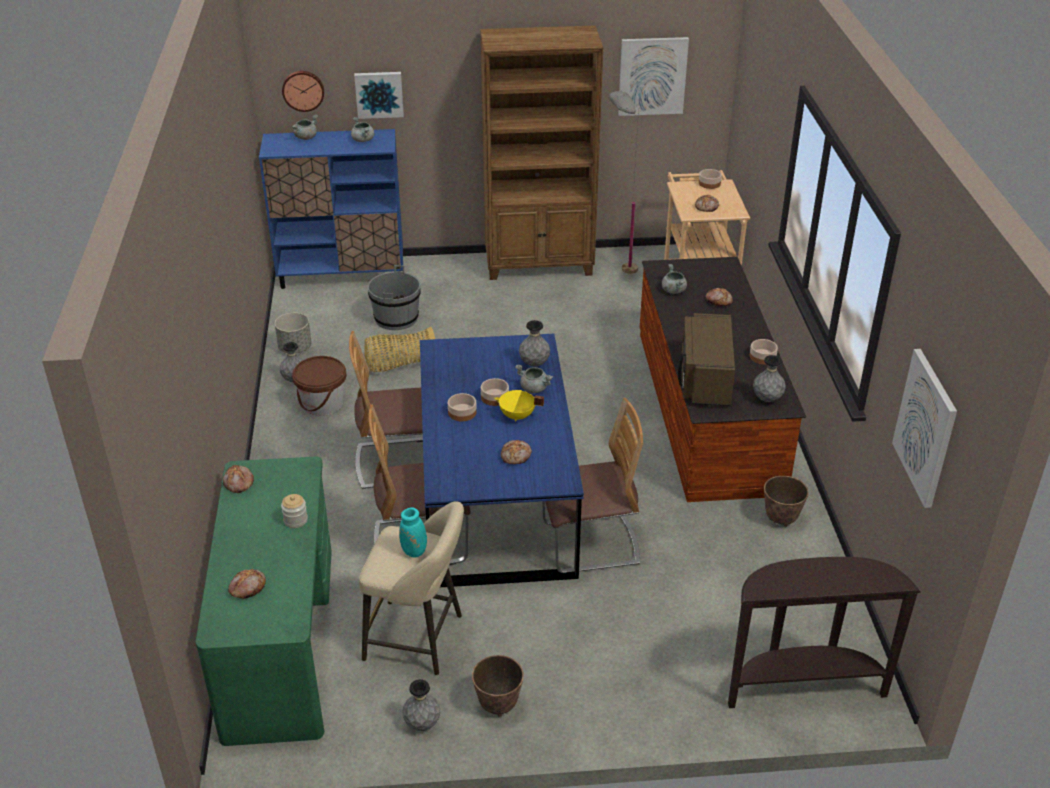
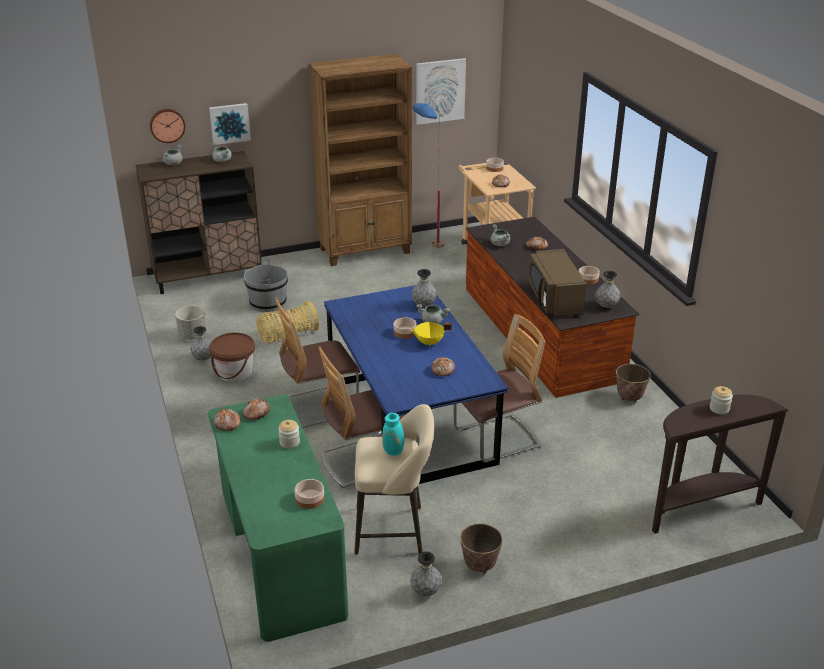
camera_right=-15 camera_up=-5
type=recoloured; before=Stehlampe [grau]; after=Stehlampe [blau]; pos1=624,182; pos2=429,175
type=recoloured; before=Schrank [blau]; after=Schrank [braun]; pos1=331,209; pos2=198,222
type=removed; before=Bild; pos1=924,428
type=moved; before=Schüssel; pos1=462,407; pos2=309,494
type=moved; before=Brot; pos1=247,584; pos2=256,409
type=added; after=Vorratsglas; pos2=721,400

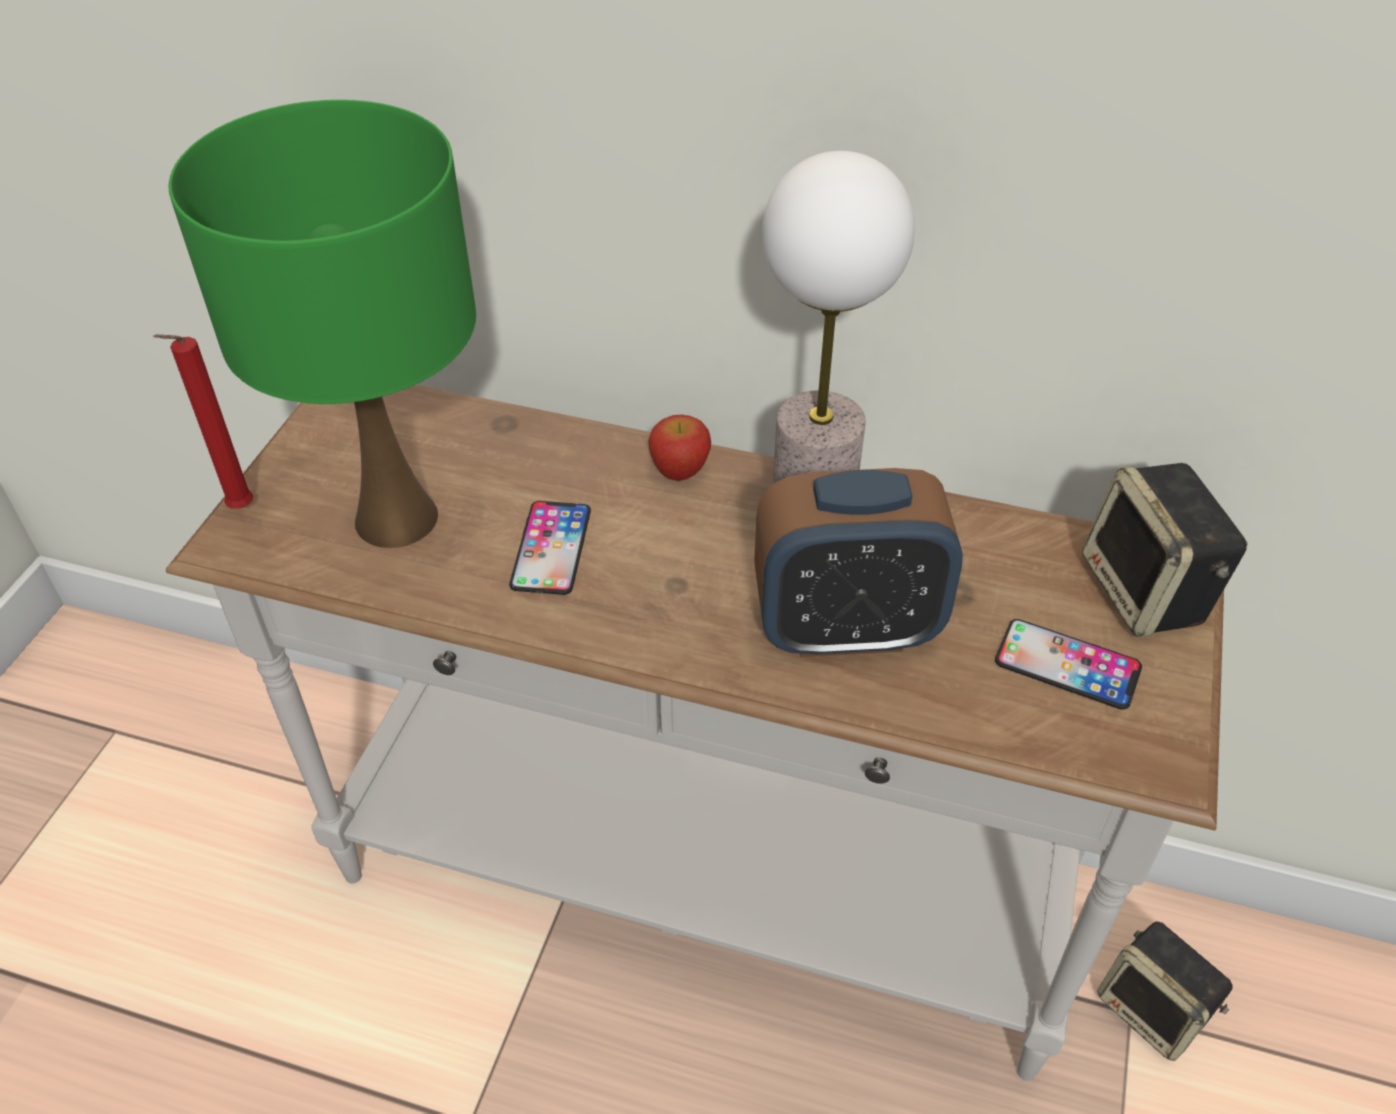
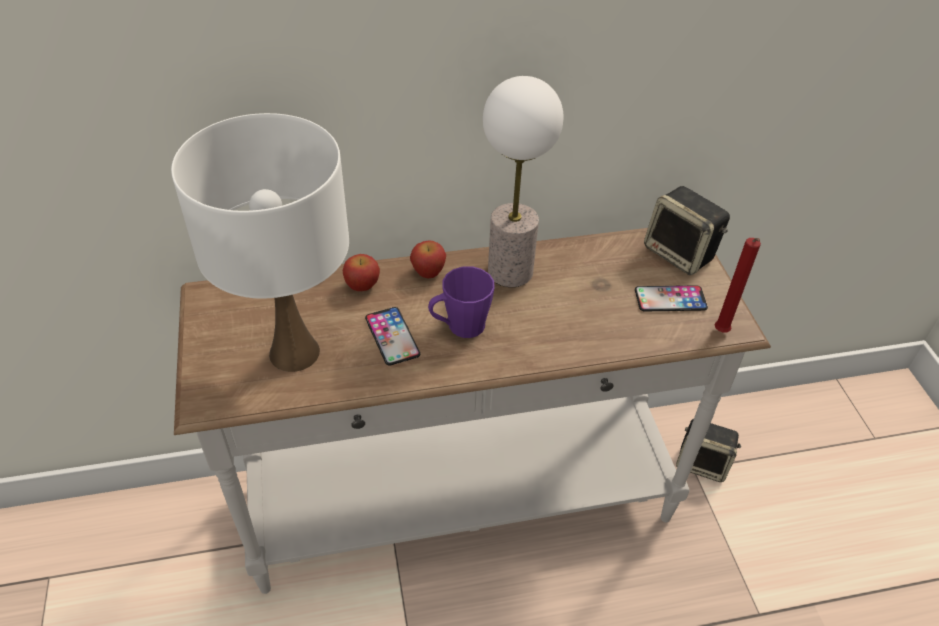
camera_right=-30 camera_up=0
type=recoloured; before=Tischlampe [grün]; after=Tischlampe [weiß]; pos1=322,324; pos2=260,242
type=moved; before=Kerze [rot]; pos1=203,421; pos2=738,285
type=removed; before=Wecker; pos1=858,562
type=added; after=Apfel; pos2=361,272
type=added; after=Henkelbecher [lila]; pos2=461,302

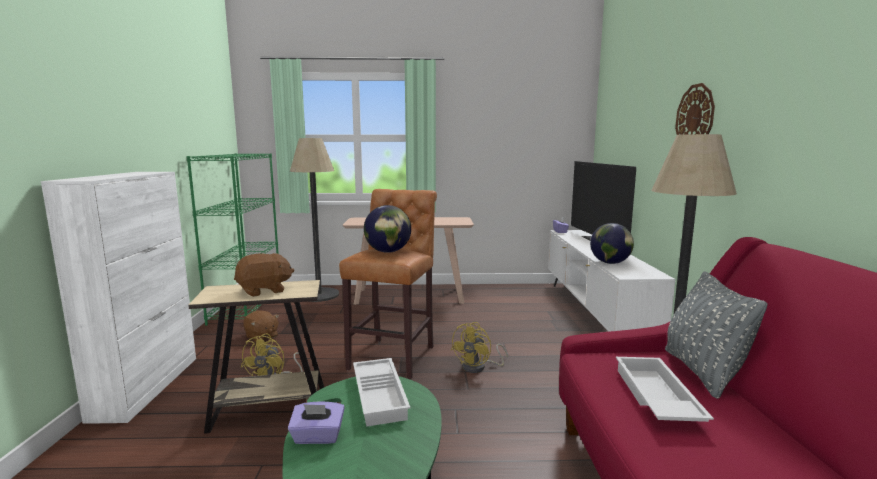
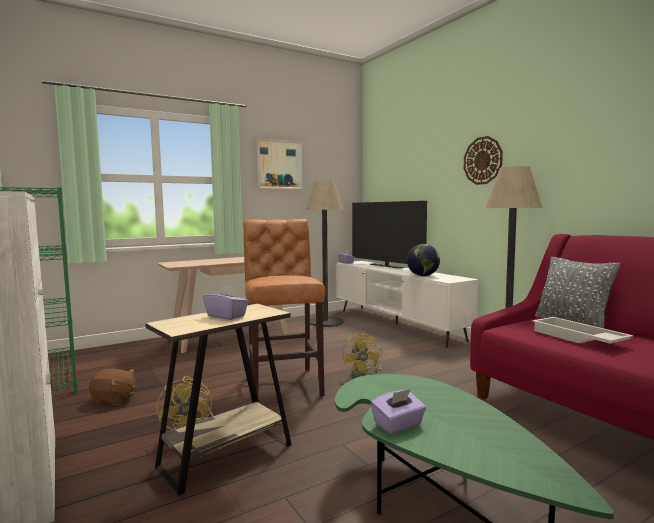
camera_right=-30 camera_up=-5
type=moved; before=Stehlampe; pos1=314,220; pos2=325,253
type=removed; before=Globus; pos1=387,229
type=replaced; before=Plüschtier [braun]; after=Taschentuchbox [lila]; pos1=264,275; pos2=226,302
type=removed; before=Tablett [weiß]; pos1=381,392
type=added; after=Bild; pos2=279,163

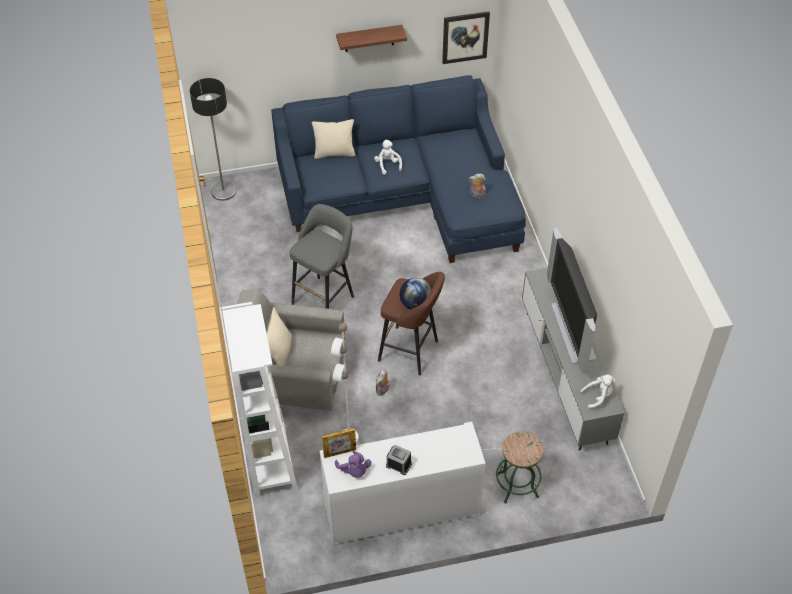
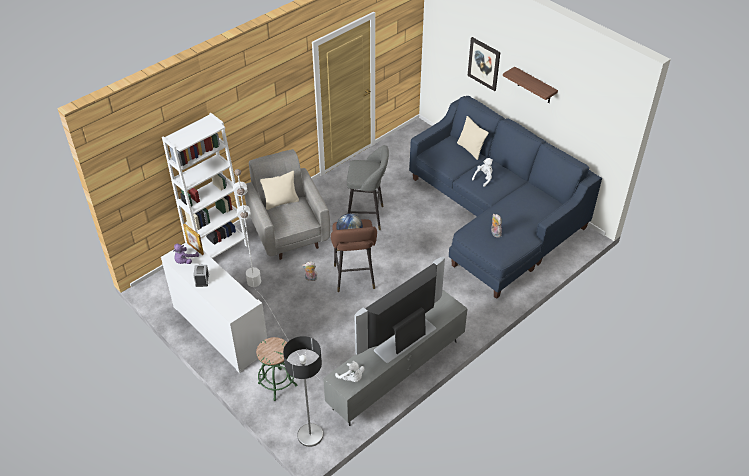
camera_right=60 camera_up=-5
type=moved; before=Bild; pos1=466,37; pos2=484,64
type=moved; before=Stehlampe; pos1=213,139; pos2=303,391

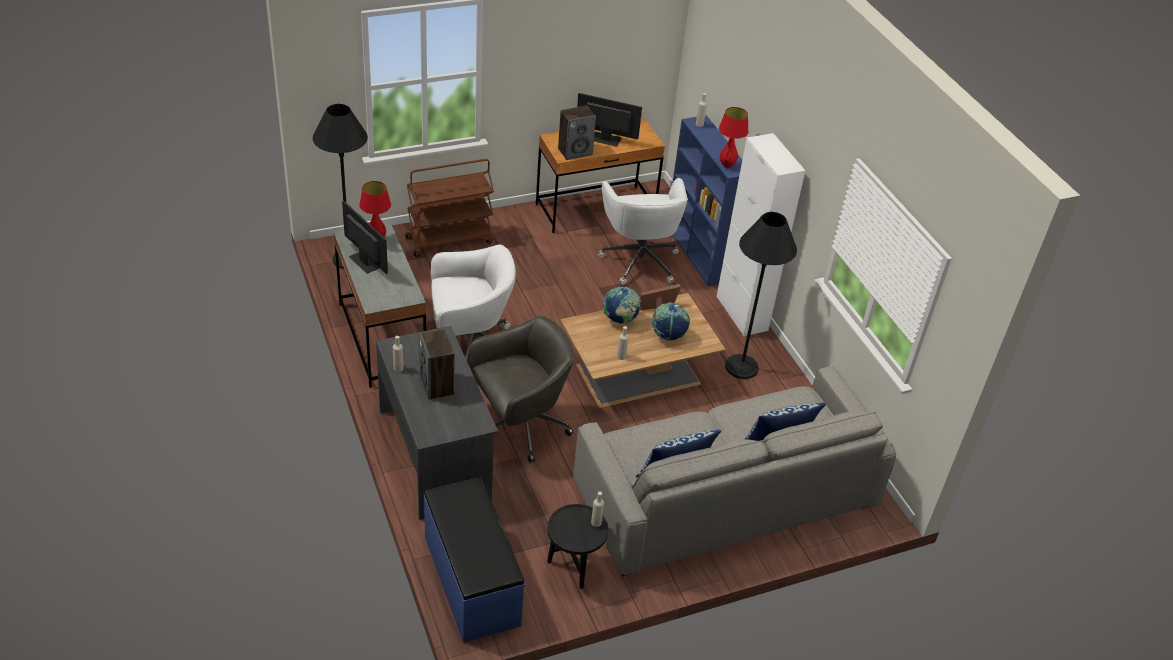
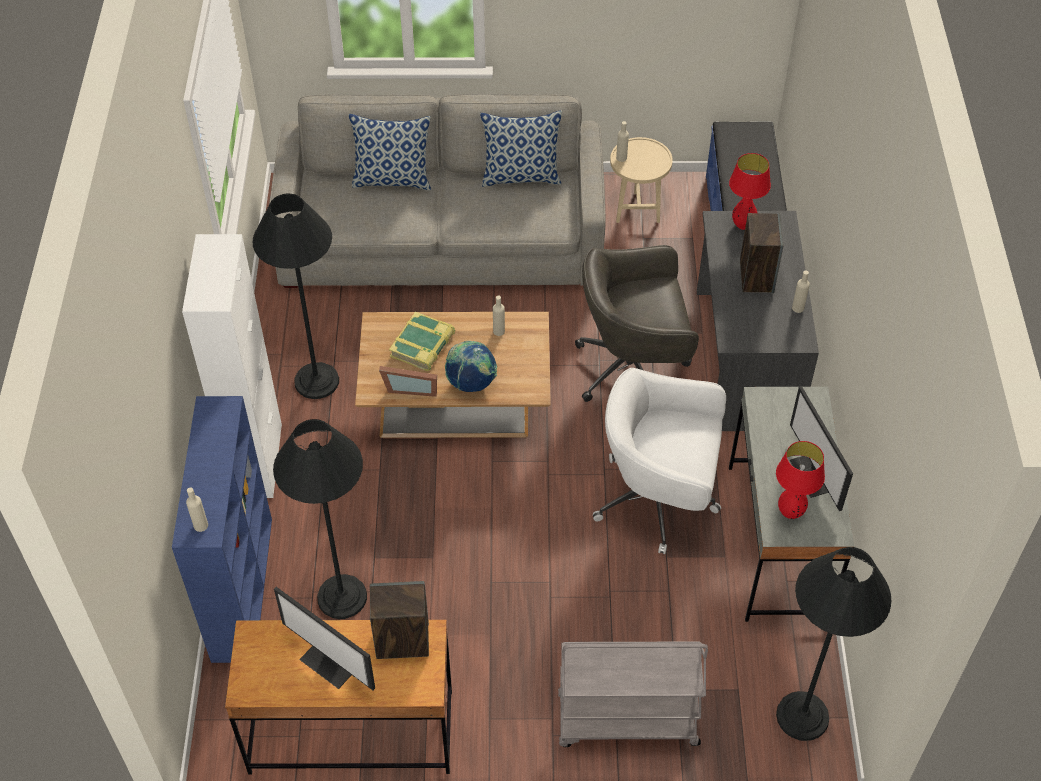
camera_right=-155 camera_up=10
type=moved; before=Tischlampe [rot]; pos1=733,137; pos2=750,191
type=recoloured; before=Rollwagen [braun]; after=Rollwagen [grau]; pos1=449,208; pos2=633,694
type=replaced; before=Bürostuhl [weiß]; after=Stehlampe [schwarz]; pos1=643,231; pos2=320,519
type=replaced; before=Globus; after=Buch; pos1=671,321; pos2=422,341
type=recoloured; before=Beistelltisch [schwarz]; after=Beistelltisch [beige]; pos1=577,546; pos2=641,180

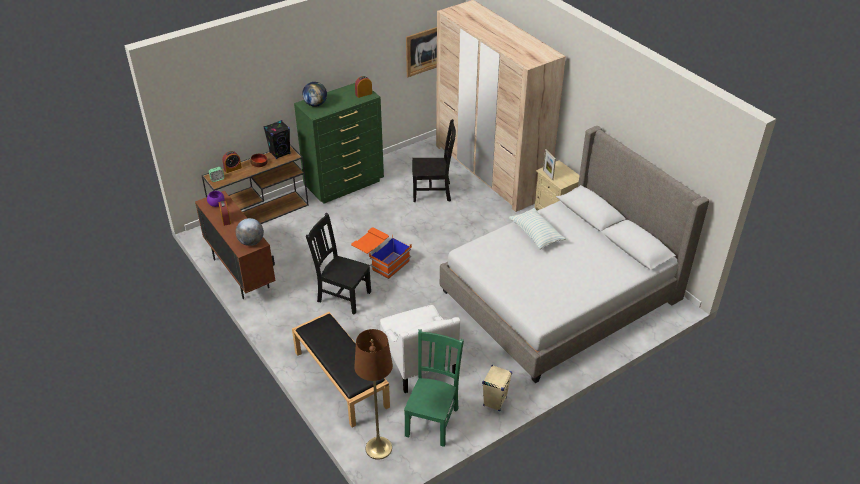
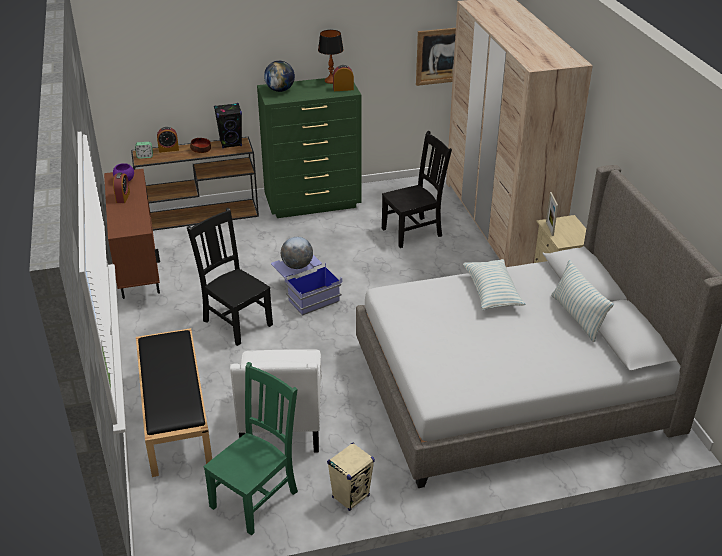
camera_right=20 camera_up=-5
type=turned; before=Stuhl [schwarz]; pos1=434,160; pos2=417,189; turn=-45
type=moved; before=Globus; pos1=250,232; pos2=297,253
type=recoloured; before=Aufbewahrungsbox [orange]; after=Aufbewahrungsbox [blau]; pos1=381,253; pos2=306,285
type=removed; before=Stehlampe [braun]; pos1=373,394
type=added; after=Tischlampe; pos2=331,57
type=added; after=Kissen; pos2=582,301

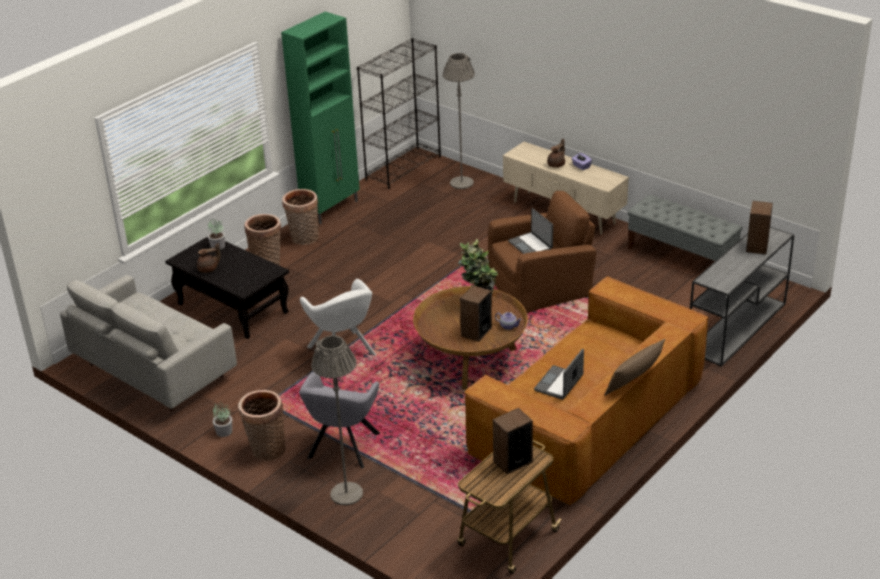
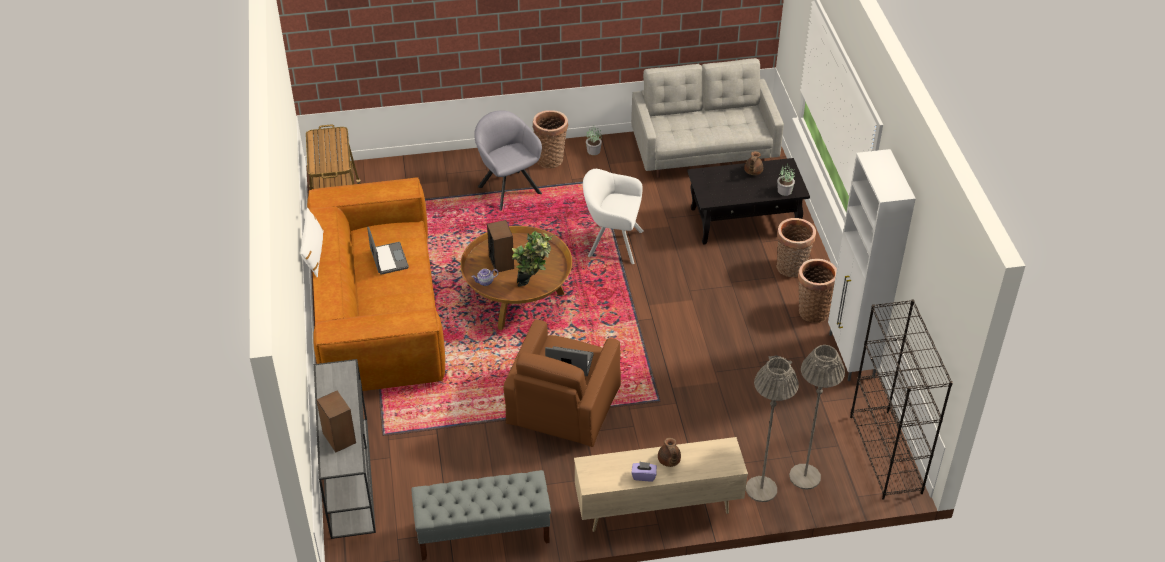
camera_right=130 camera_up=10
type=recoloured; before=Schrank [grün]; after=Schrank [weiß]; pos1=320,118; pos2=872,265
type=moved; before=Stehlampe [grau]; pos1=337,420; pos2=772,429
type=recoloured; before=Kissen [braun]; after=Kissen [weiß]; pos1=634,367; pos2=312,243
type=removed; before=Lautsprecher; pos1=513,441

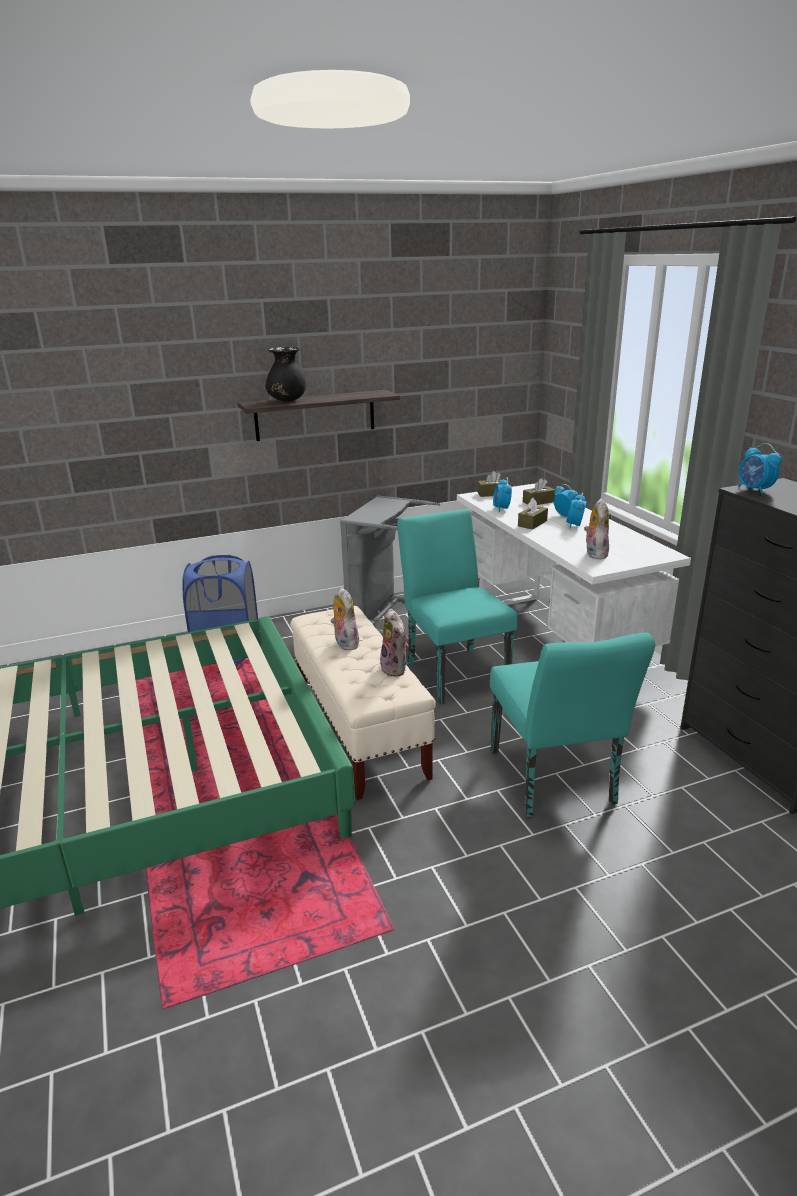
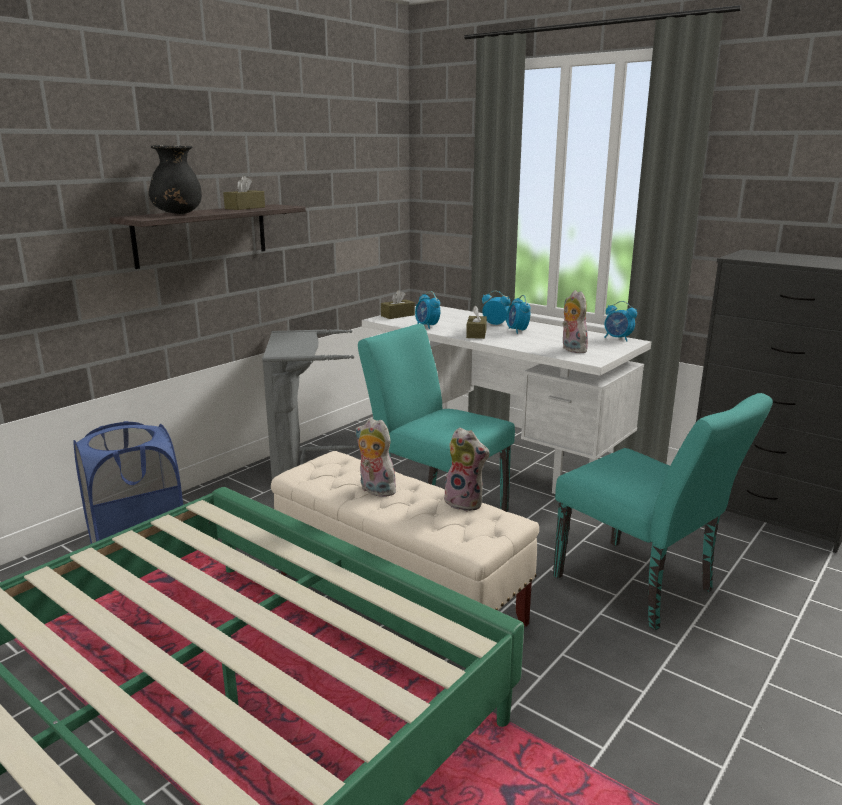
camera_right=-30 camera_up=-5
type=moved; before=Wecker; pos1=760,468; pos2=620,321
type=moved; before=Taschentuchbox [braun]; pos1=539,491; pos2=244,192

